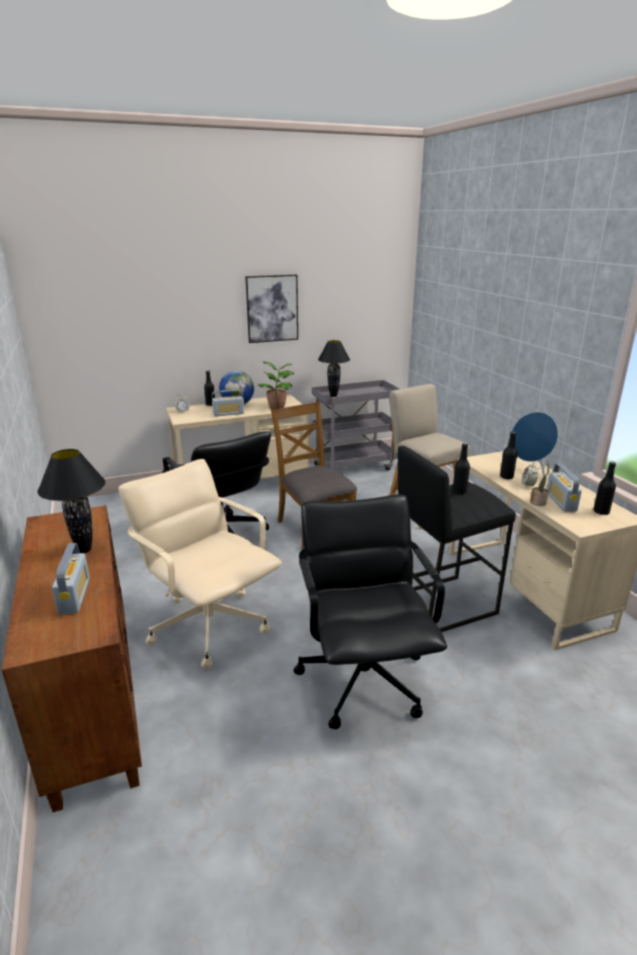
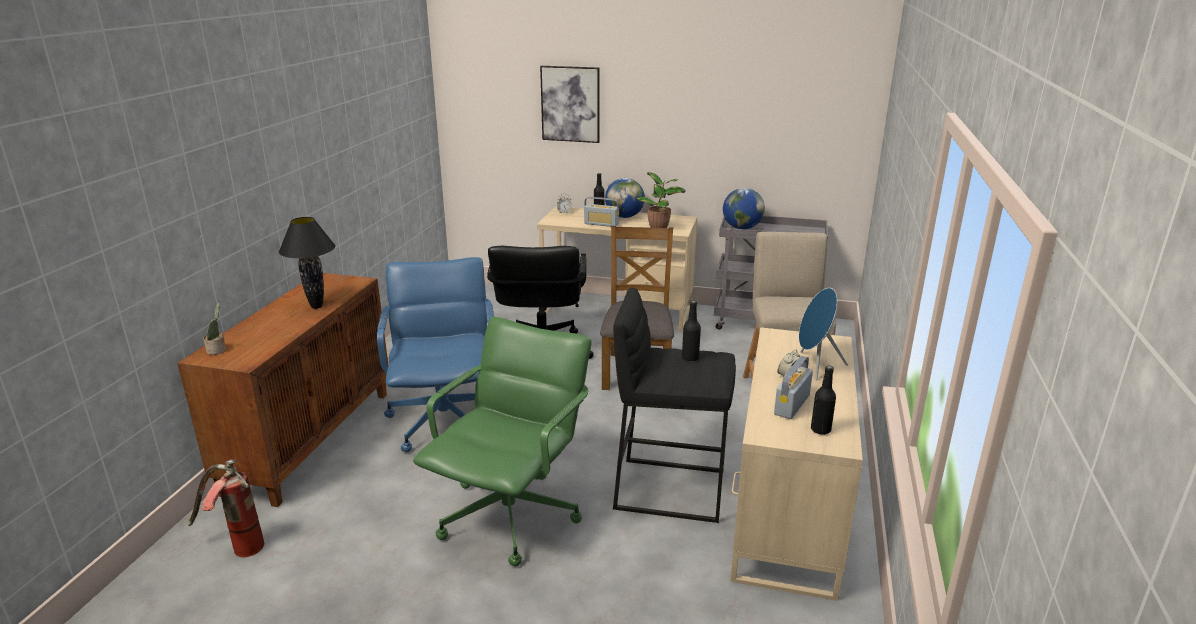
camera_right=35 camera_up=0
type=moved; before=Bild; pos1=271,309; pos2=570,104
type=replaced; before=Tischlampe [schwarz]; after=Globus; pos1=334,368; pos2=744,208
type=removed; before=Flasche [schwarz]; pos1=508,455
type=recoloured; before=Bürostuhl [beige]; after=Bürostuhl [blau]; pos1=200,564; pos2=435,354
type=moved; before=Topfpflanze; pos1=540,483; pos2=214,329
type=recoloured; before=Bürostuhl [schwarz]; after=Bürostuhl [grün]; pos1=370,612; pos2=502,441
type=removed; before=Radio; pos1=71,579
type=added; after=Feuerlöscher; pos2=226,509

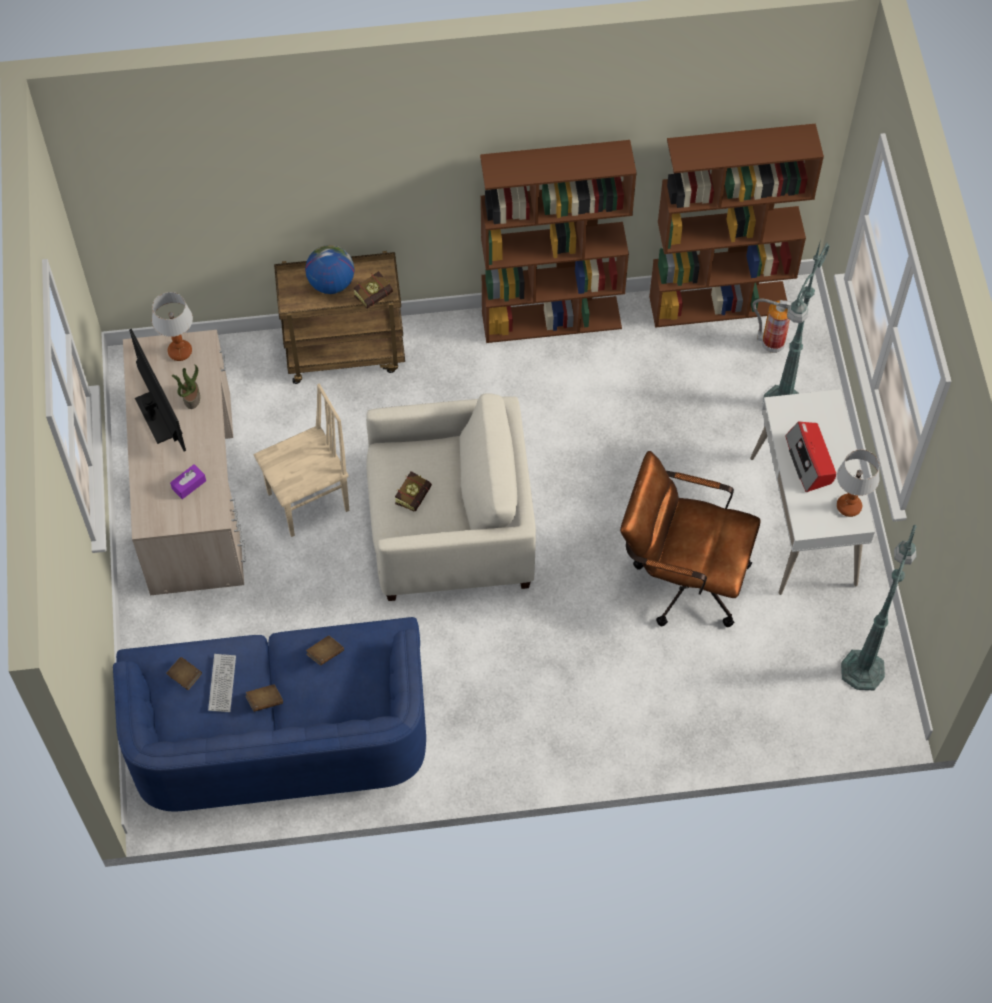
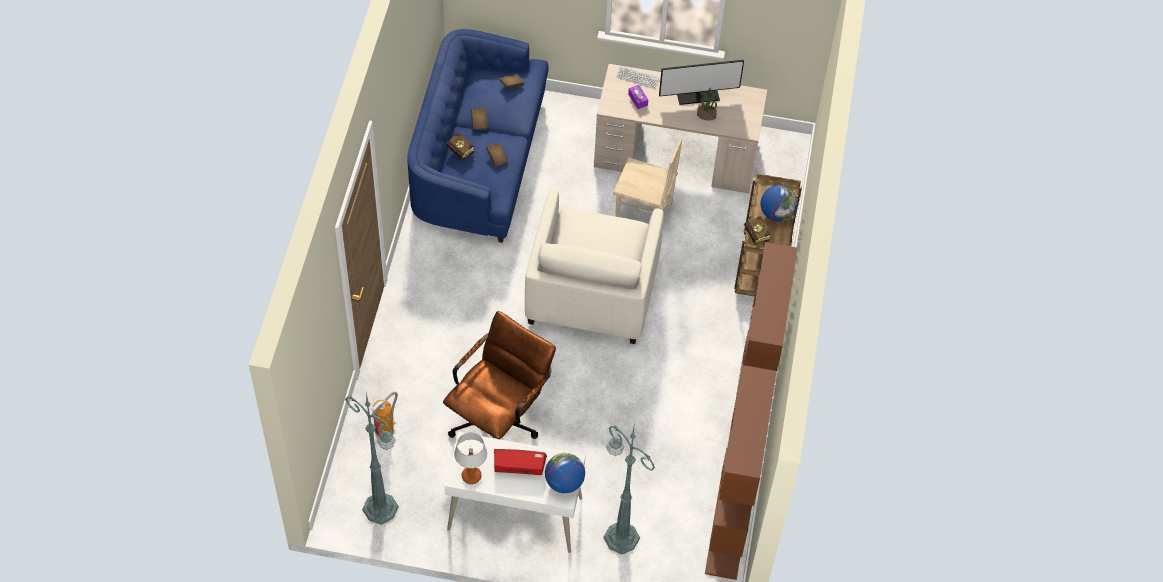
camera_right=105 camera_up=-5
type=removed; before=Tischlampe; pos1=172,326
type=moved; before=Feuerlöscher; pos1=773,326; pos2=384,415
type=turned; before=Stuhl [beige]; pos1=301,460; pos2=647,177; turn=-60
type=moved; before=Buch; pos1=413,491; pos2=460,146
type=moved; before=Tastatur; pos1=222,683; pos2=637,77
type=added; after=Globus; pos2=565,473

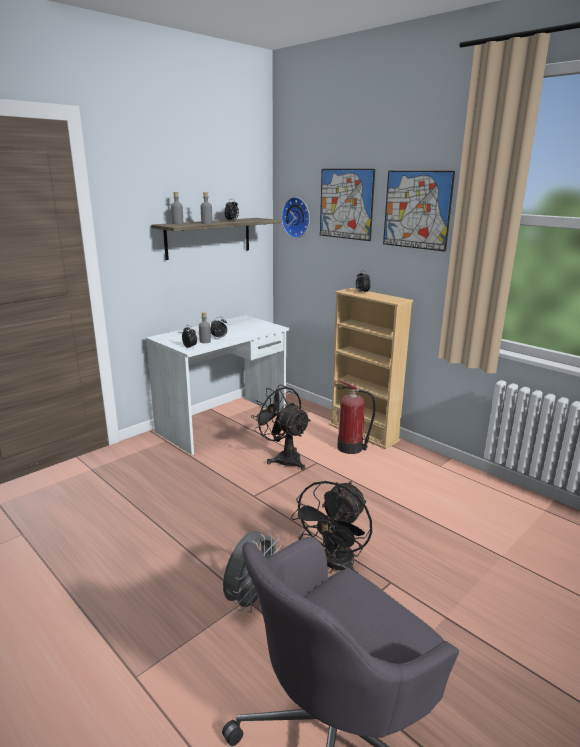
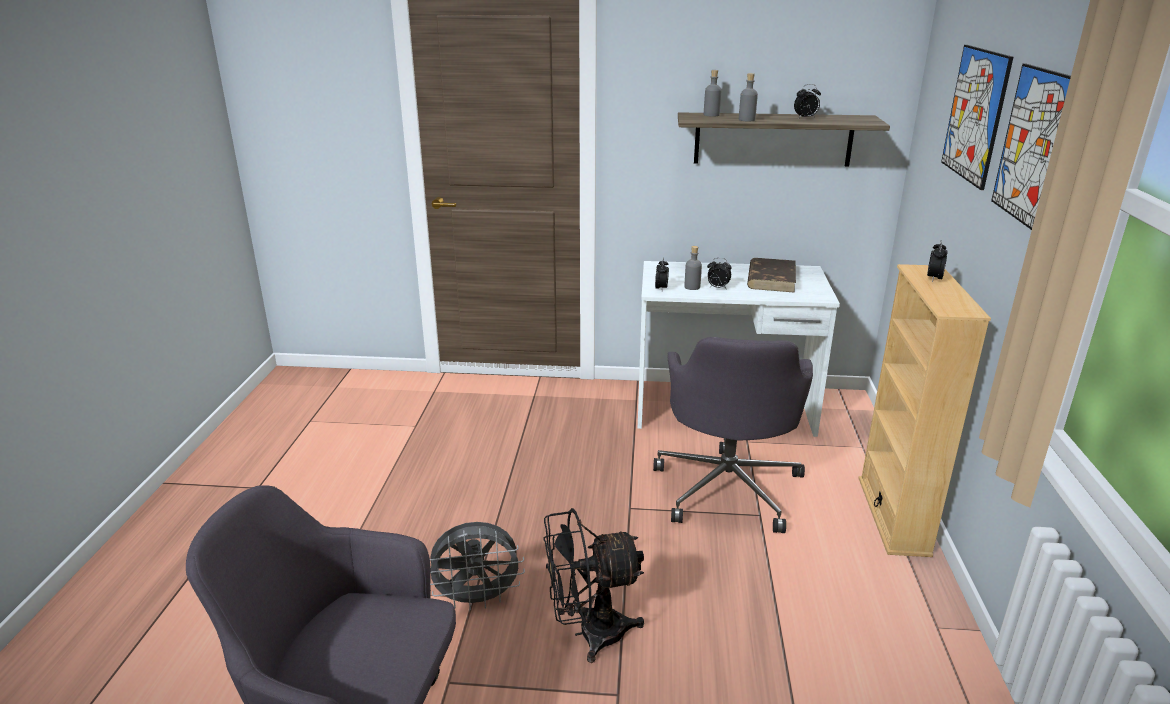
camera_right=50 camera_up=5
type=removed; before=Wanduhr; pos1=295,217
type=removed; before=Feuerlöscher; pos1=356,417
type=replaced; before=Ventilator [schwarz]; after=Bürostuhl [grau]; pos1=281,427; pos2=733,435
type=added; after=Buch [braun]; pos2=771,275

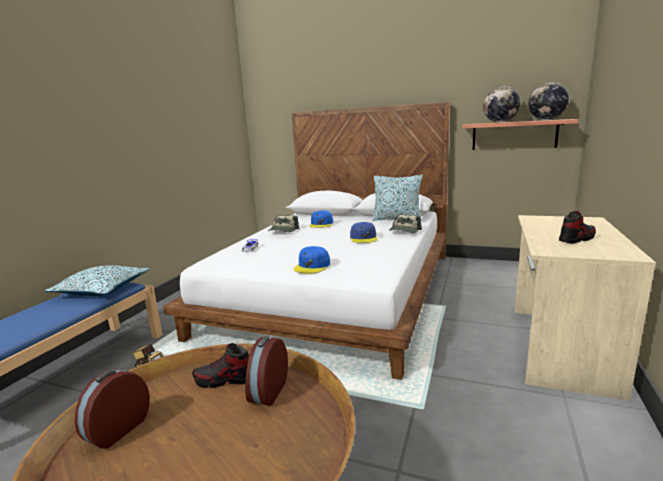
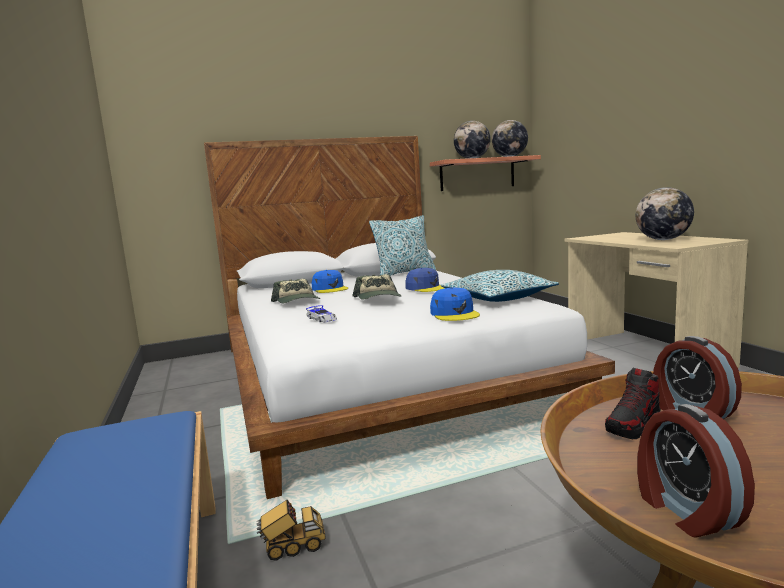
camera_right=-40 camera_up=-5
type=replaced; before=Schuh; after=Globus; pos1=577,227; pos2=665,213
type=moved; before=Kappe; pos1=405,223; pos2=377,287
type=moved; before=Kissen; pos1=97,280; pos2=500,286

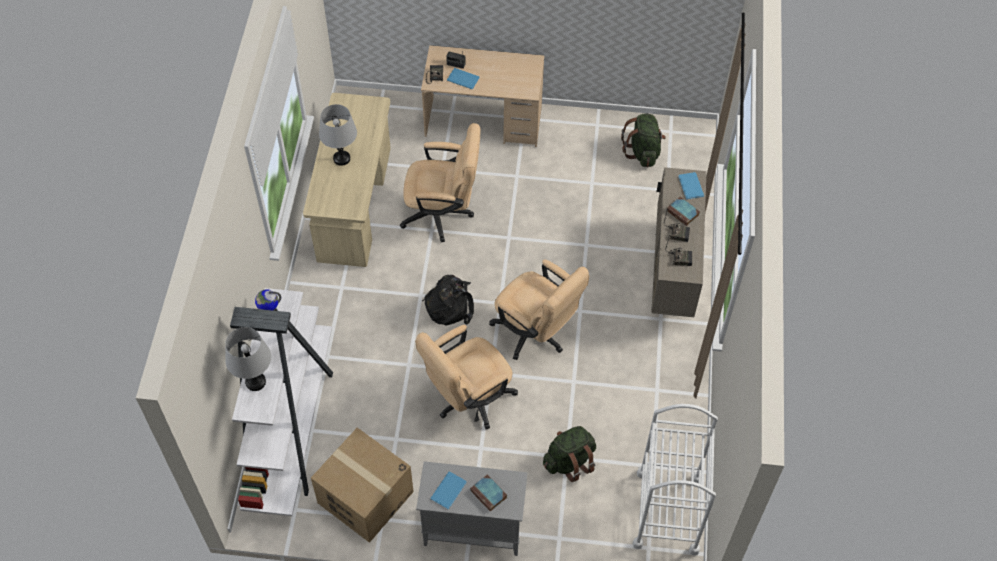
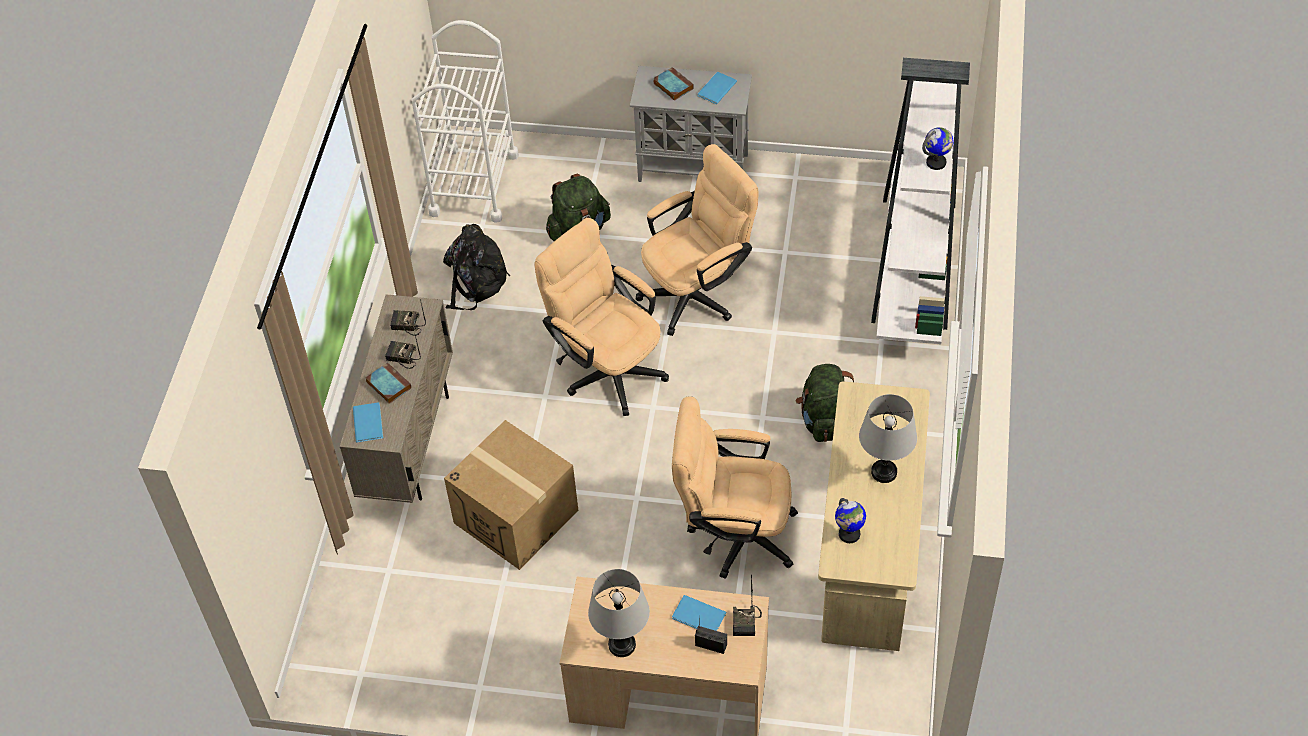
camera_right=-175 camera_up=-5
type=moved; before=Rucksack [grün]; pos1=643,140; pos2=825,403
type=moved; before=Rucksack [schwarz]; pos1=448,300; pos2=476,267
type=moved; before=Tischlampe [grau]; pos1=248,359; pos2=619,613
type=moved; before=Karton; pos1=362,485; pos2=511,495
type=added; after=Globus; pos2=850,520

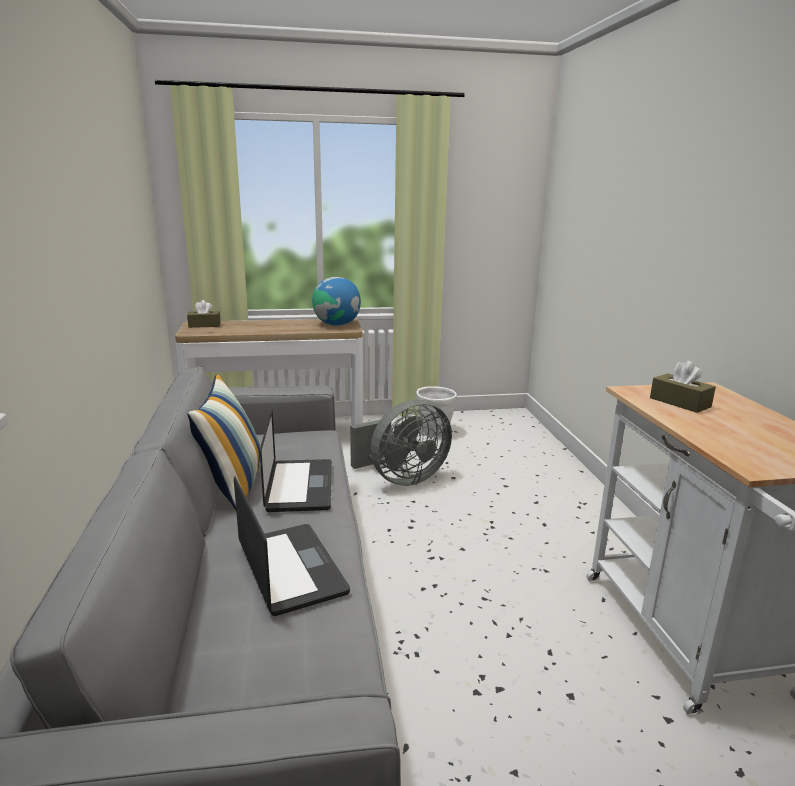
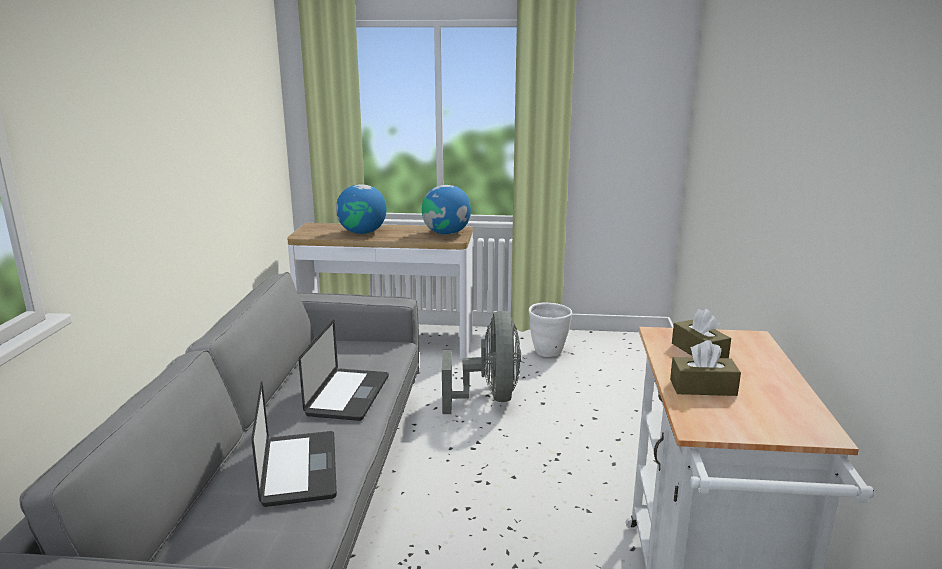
camera_right=15 camera_up=0
type=moved; before=Taschentuchbox [braun]; pos1=204,314; pos2=705,368
type=removed; before=Kissen; pos1=223,442
type=turned; before=Ventilator [grau]; pos1=401,442; pos2=481,362; turn=-75
type=added; after=Globus; pos2=361,209

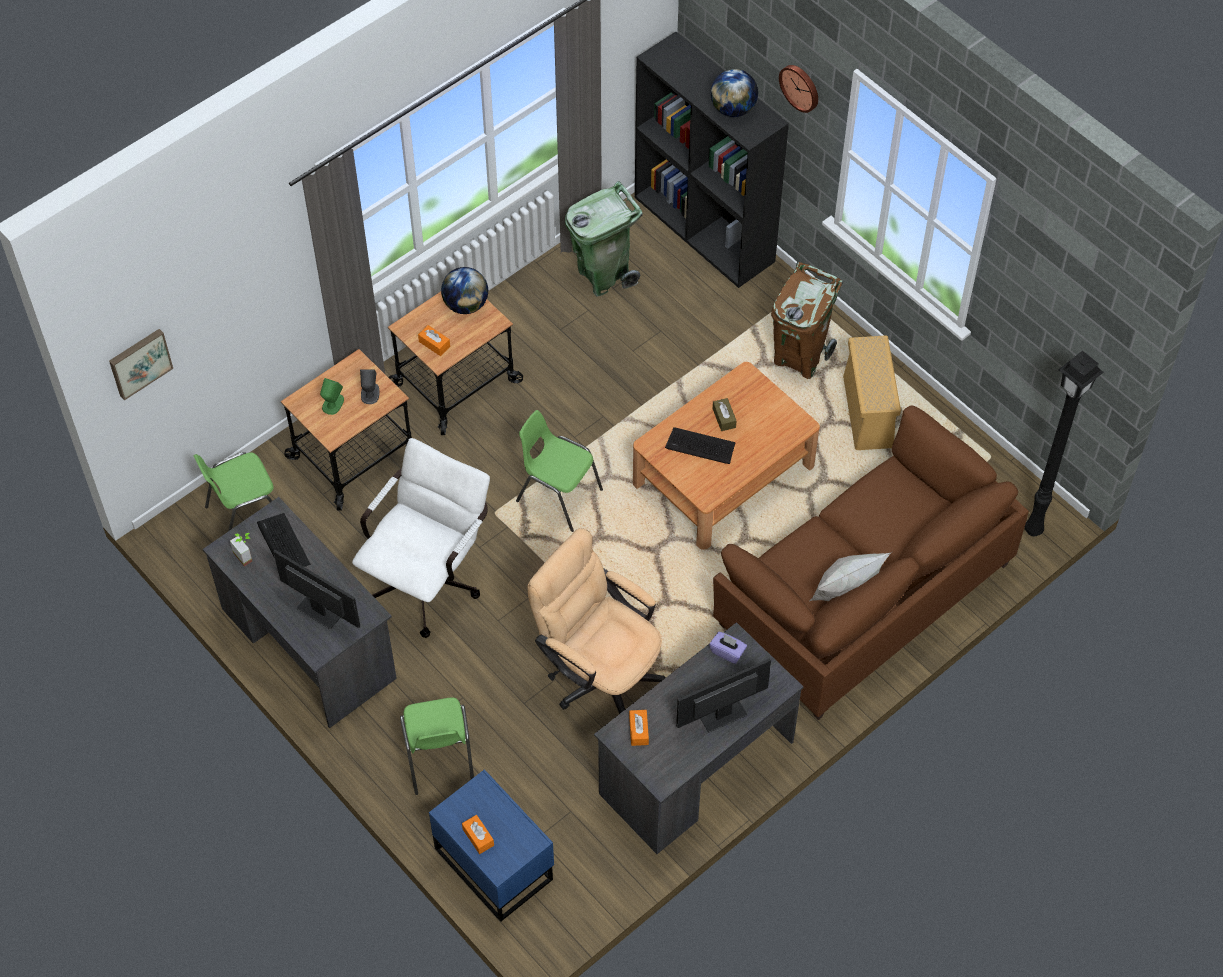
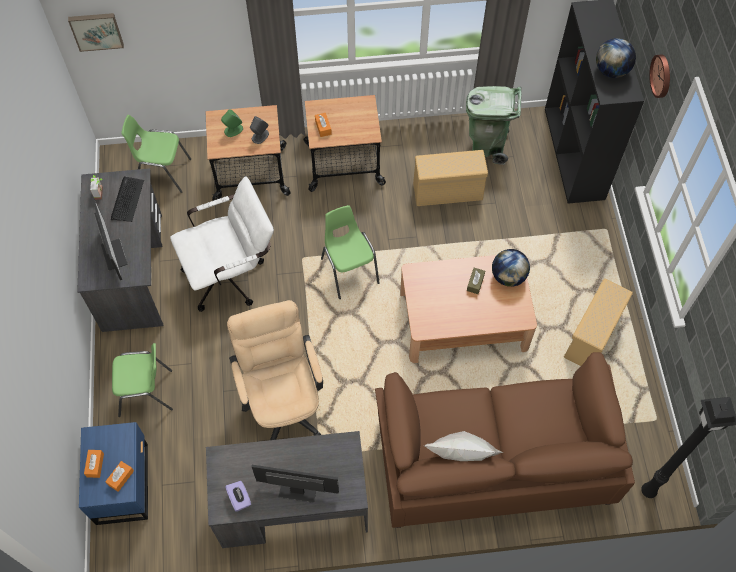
camera_right=35 camera_up=5
type=removed; before=Mülleimer [braun]; pos1=807,320
type=moved; before=Globus; pos1=464,290; pos2=511,268
type=removed; before=Tastatur; pos1=700,445
type=moved; before=Taschentuchbox [lila]; pos1=728,648; pos2=238,496
type=turned; before=Stuhl [grün]; pos1=437,746; pos2=142,380; turn=-120
type=moved; before=Taschentuchbox [orange]; pos1=639,728; pos2=119,476
type=added; after=Aufbewahrungsbox [beige]; pos2=450,178

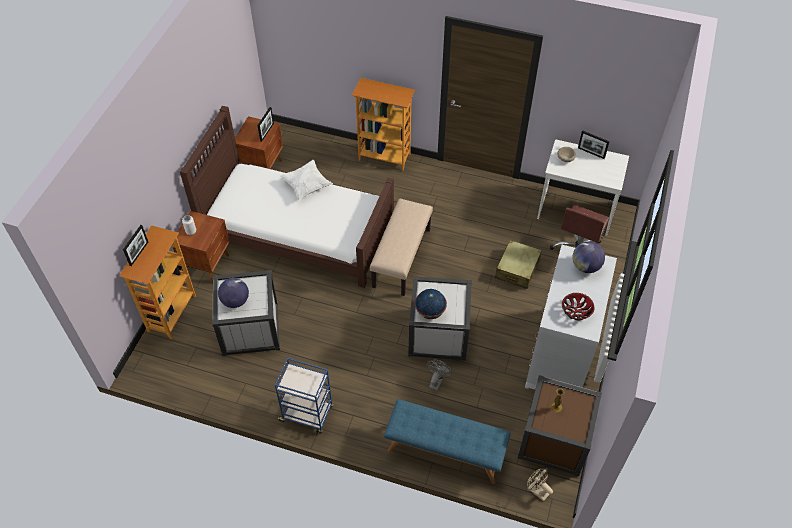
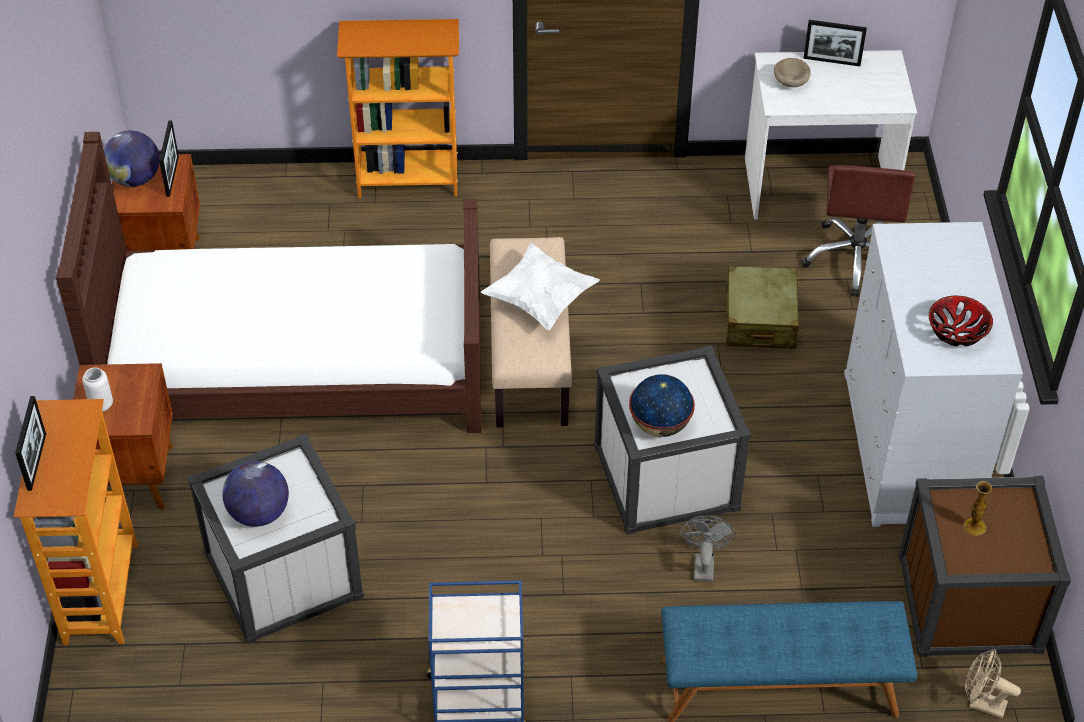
camera_right=-20 camera_up=-5
type=moved; before=Kissen [weiß]; pos1=306,180; pos2=540,286
type=moved; before=Globus; pos1=588,257; pos2=132,159

